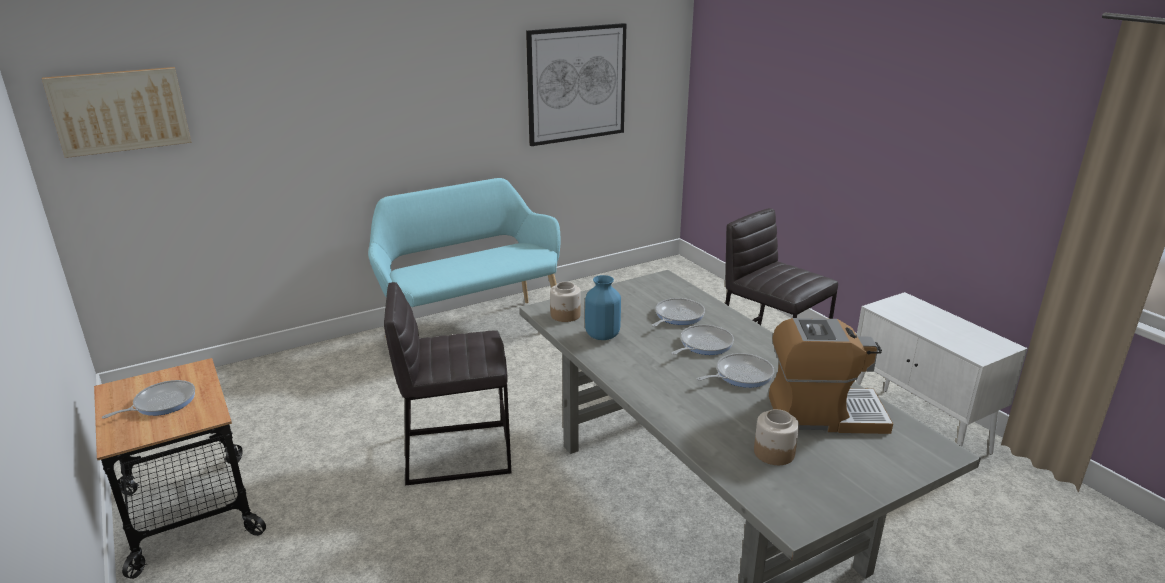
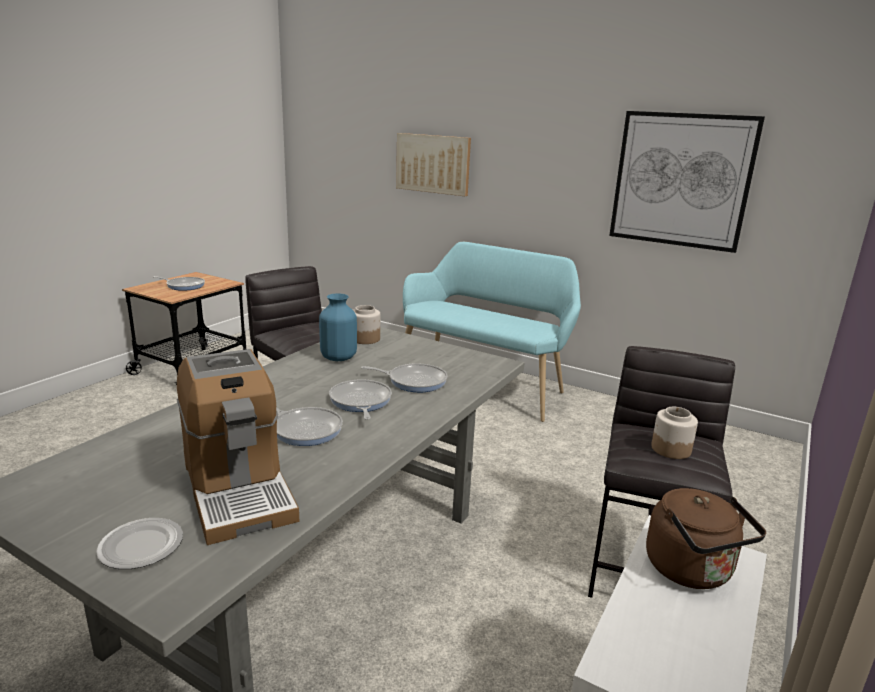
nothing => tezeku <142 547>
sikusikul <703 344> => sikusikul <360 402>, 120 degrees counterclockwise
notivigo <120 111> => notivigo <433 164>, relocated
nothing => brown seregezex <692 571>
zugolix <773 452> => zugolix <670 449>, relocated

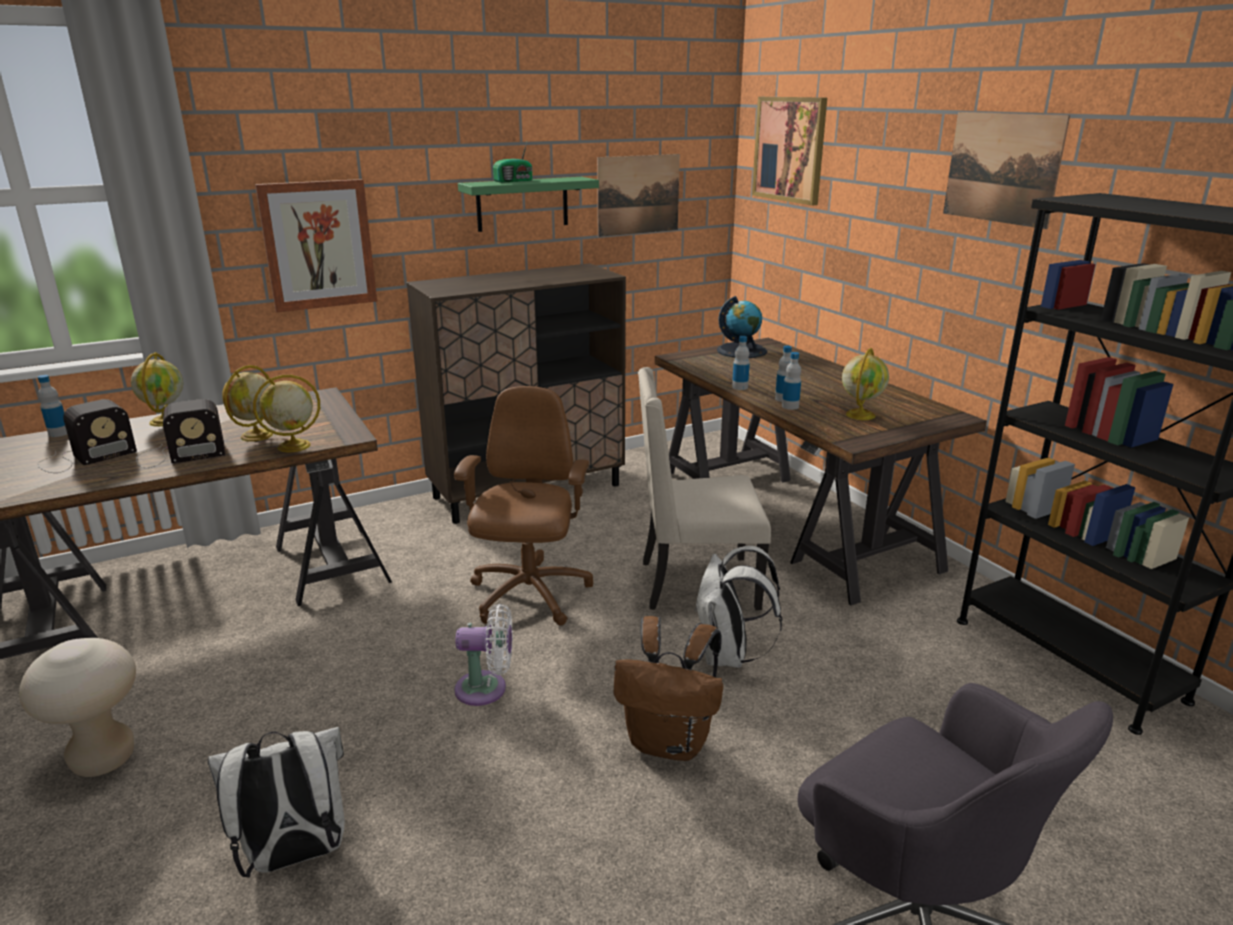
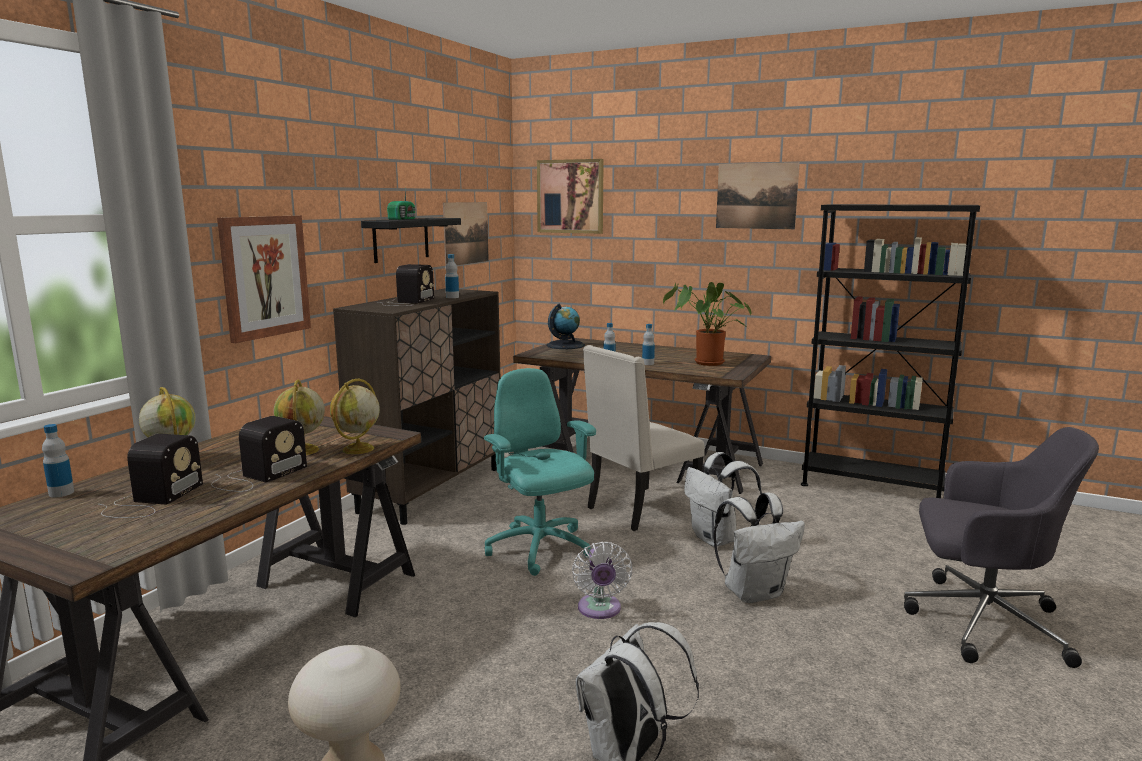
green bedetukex <522 204> => black bedetukex <401 239>
nothing => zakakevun <407 302>
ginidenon <790 406> => ginidenon <452 297>, relocated
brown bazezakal <529 596> => turquoise bazezakal <540 550>
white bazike <486 689> => white bazike <599 610>, 120 degrees clockwise
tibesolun <860 415> => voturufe <706 363>
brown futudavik <670 742> => white futudavik <754 592>

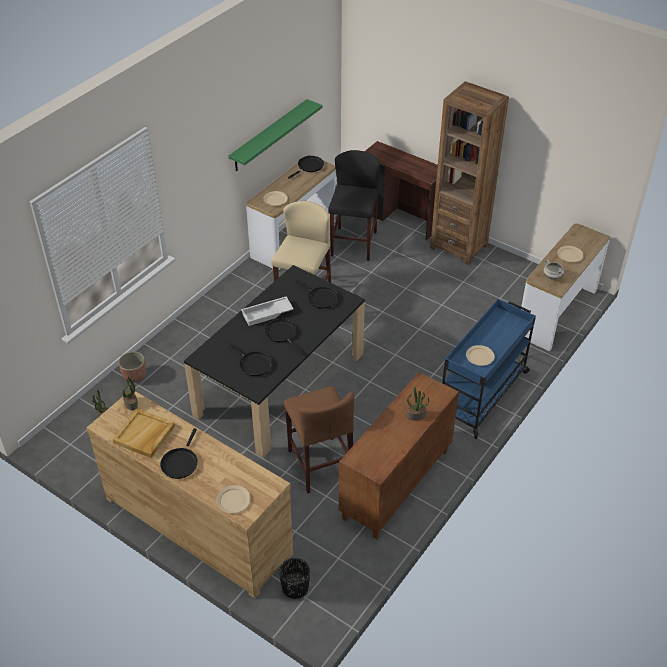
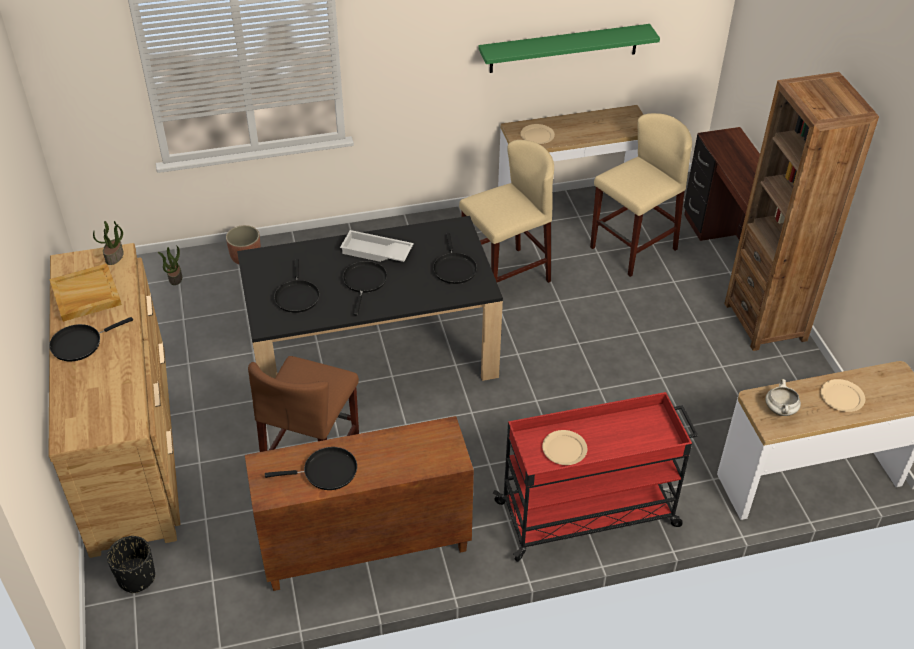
black sikusikul <309 166> => black sikusikul <326 472>, relocated
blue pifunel <482 393> => red pifunel <589 514>
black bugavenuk <353 244> => beige bugavenuk <633 248>
beige tezeku <233 500> => nothing
voturufe <416 415> => nothing

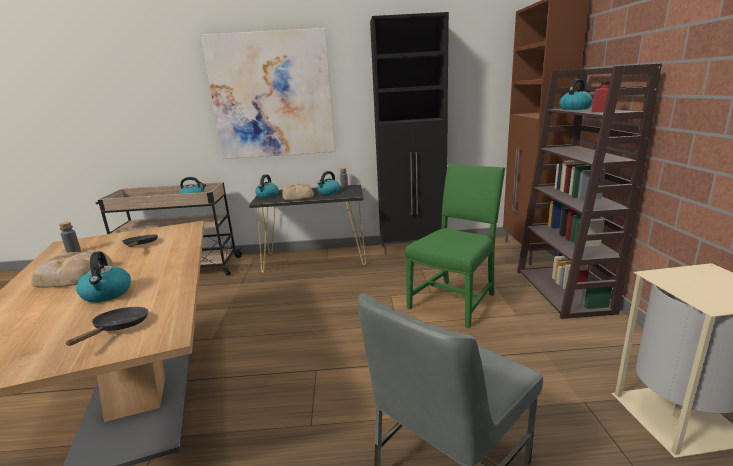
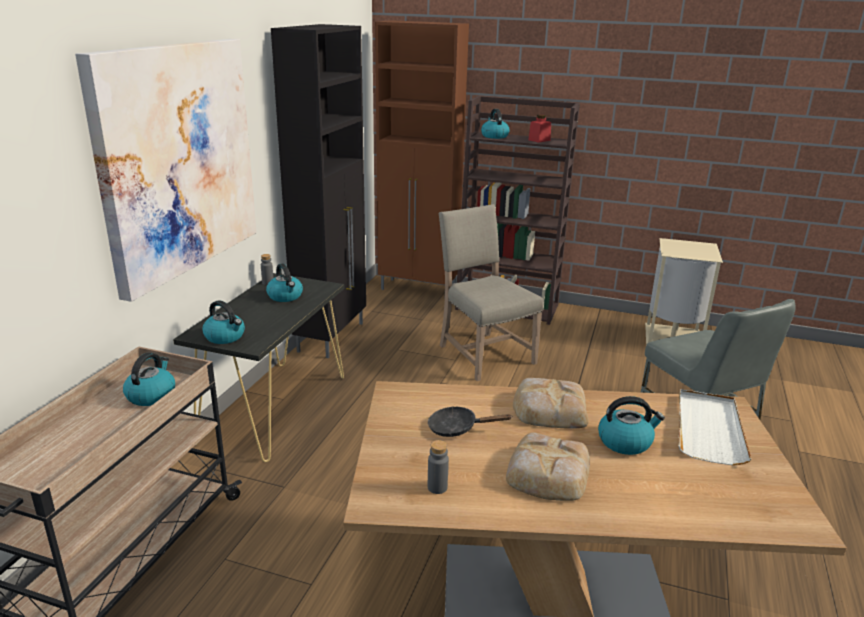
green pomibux <455 300> => beige pomibux <483 354>
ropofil <298 195> => ropofil <549 409>, relocated
black sikusikul <118 328> => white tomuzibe <708 429>

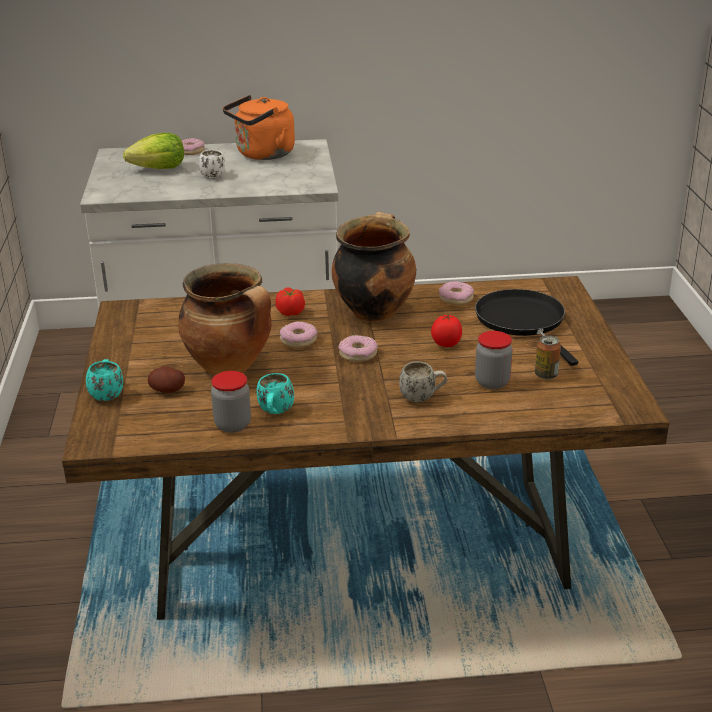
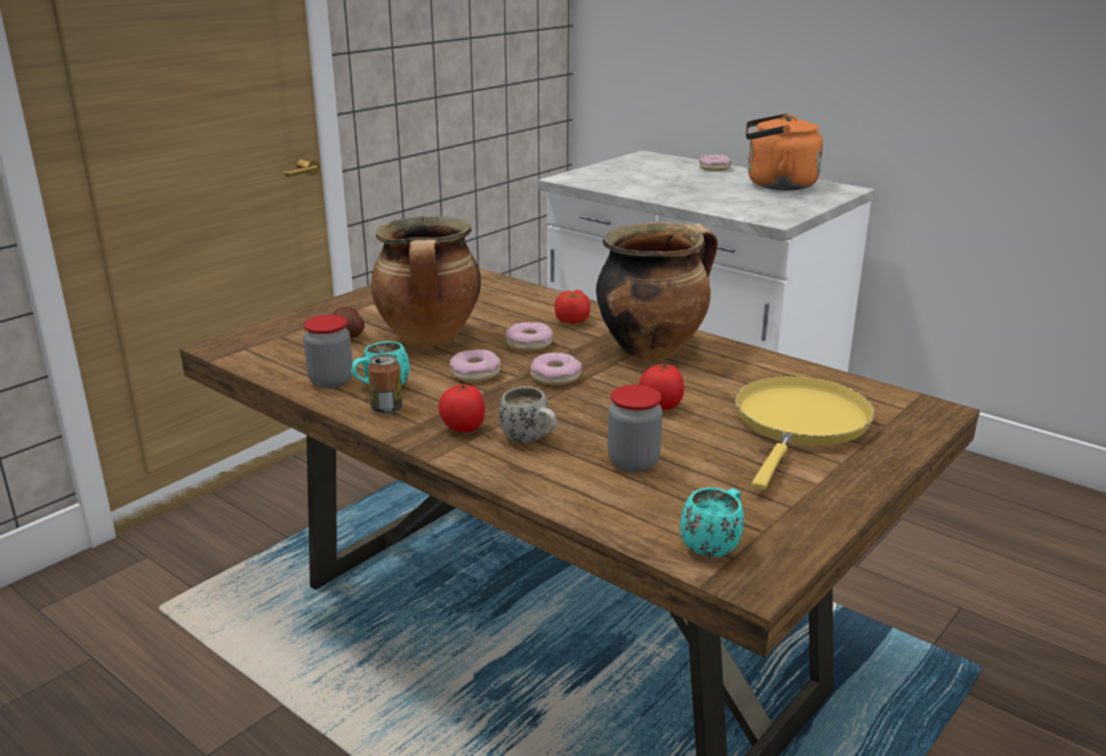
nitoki <546 375> => nitoki <387 409>, relocated
nothing => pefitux <463 429>
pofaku <456 298> => pofaku <475 373>, relocated
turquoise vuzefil <107 393> => turquoise vuzefil <714 544>, relocated
black sikusikul <523 322> => yellow sikusikul <799 424>
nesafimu <159 169> => nothing
white vuzefil <214 174> => nothing

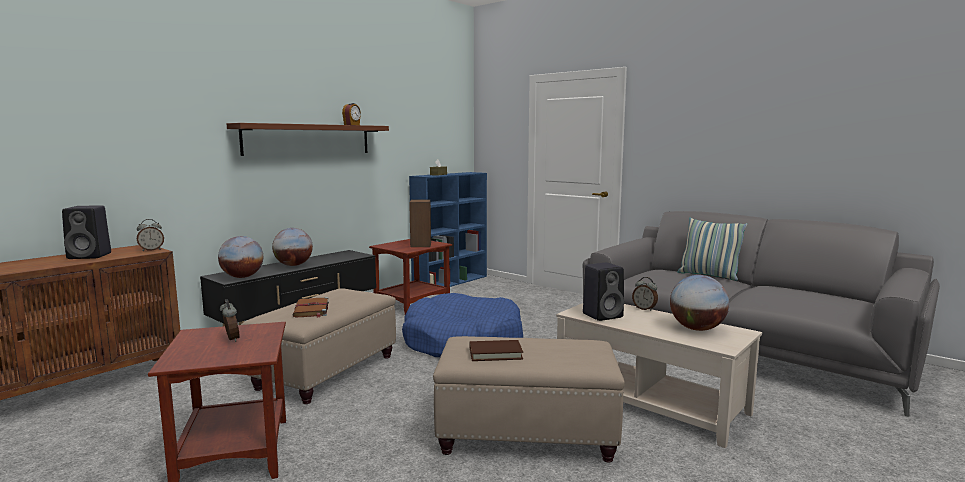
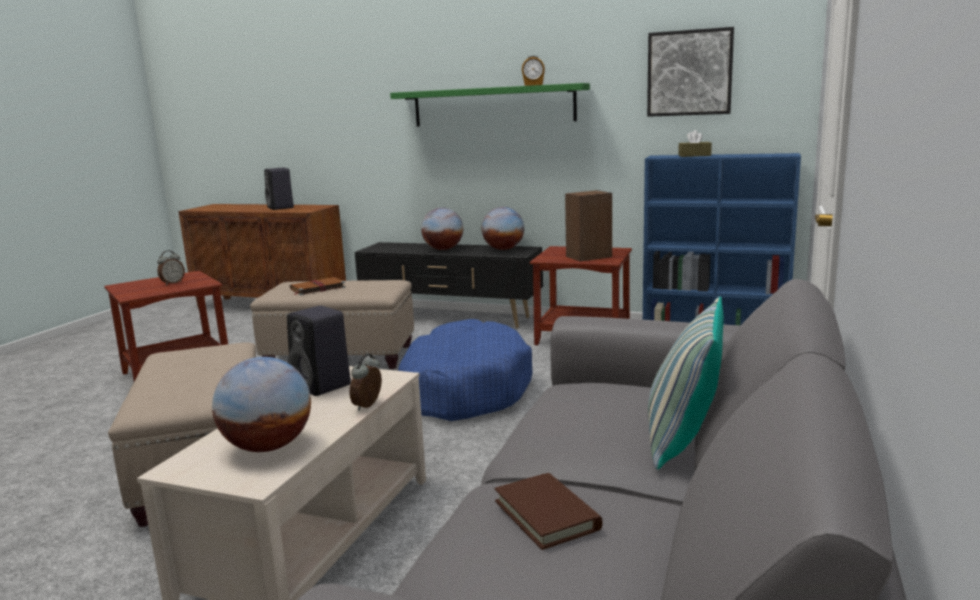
brown bedetukex <308 139> => green bedetukex <493 106>
tibesolun <242 277> => tibesolun <503 249>, relocated
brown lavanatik <495 353> => brown lavanatik <546 515>, relocated
nothing => notivigo <689 73>
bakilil <151 250> => nothing

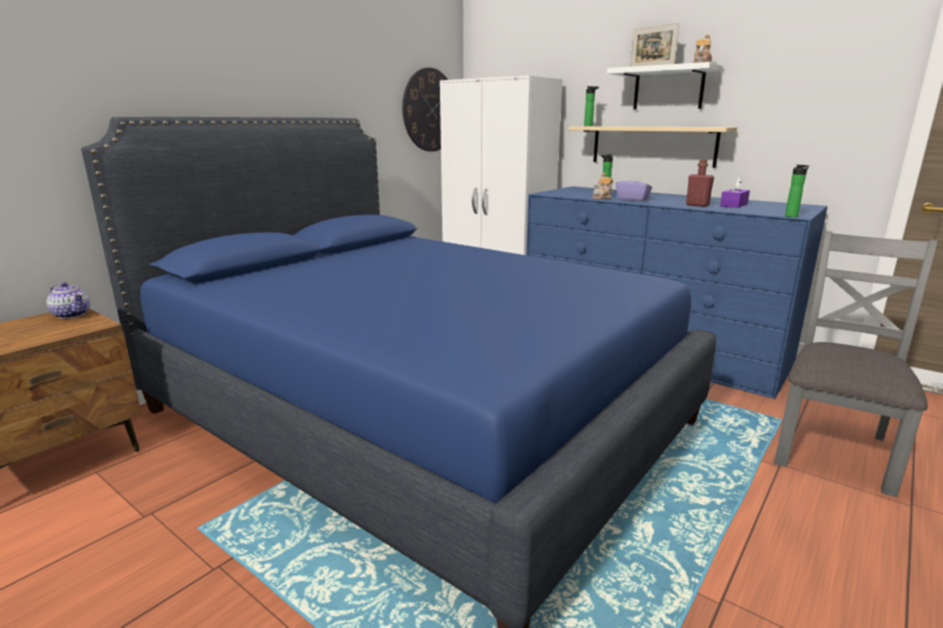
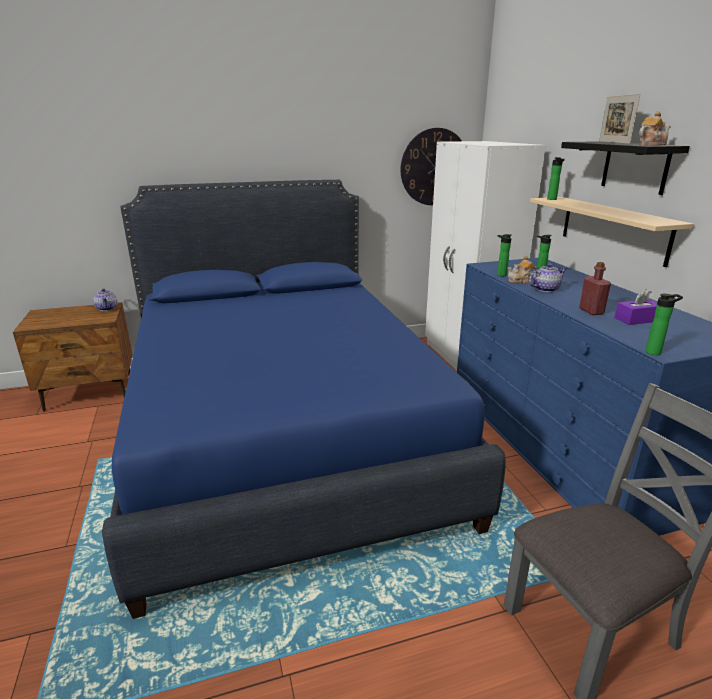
nothing => ginidenon <500 275>
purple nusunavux <632 199> => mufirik <545 289>
white bedetukex <668 88> => black bedetukex <635 167>

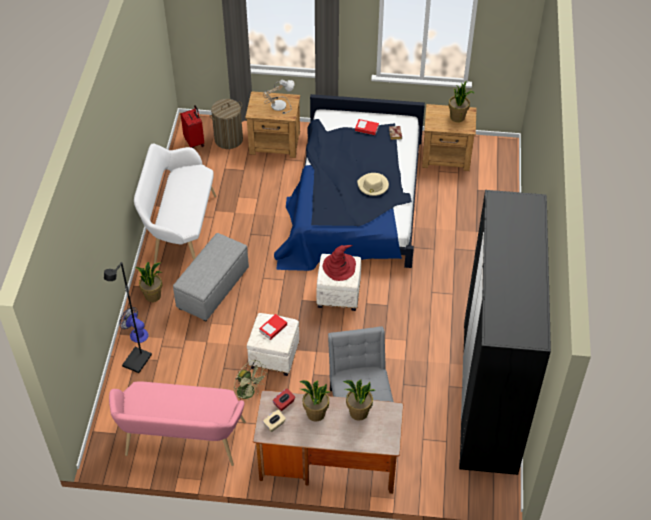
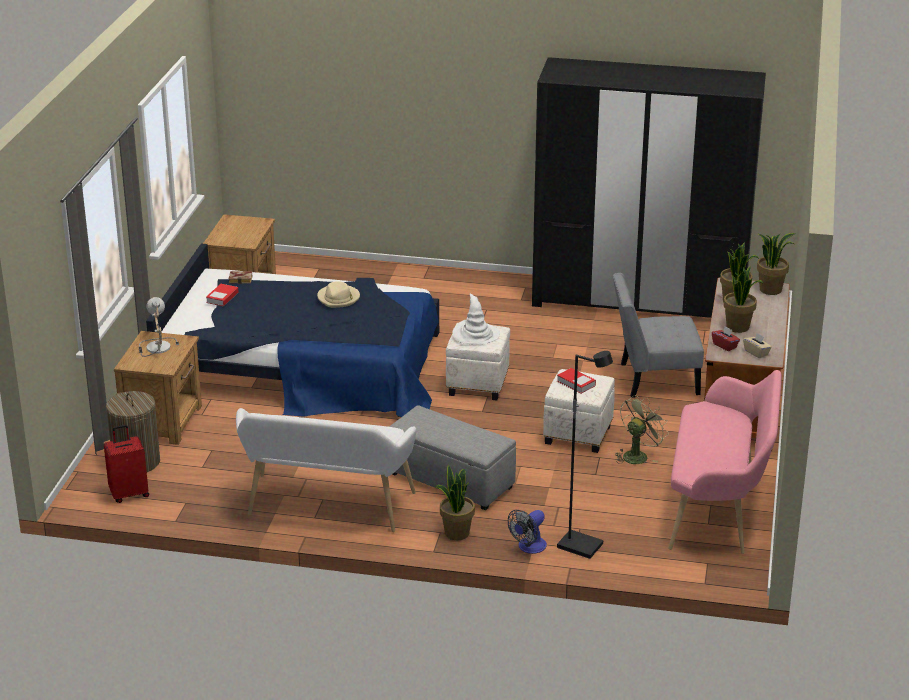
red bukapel <339 267> => white bukapel <475 334>
voturufe <457 117> => voturufe <770 289>, relocated

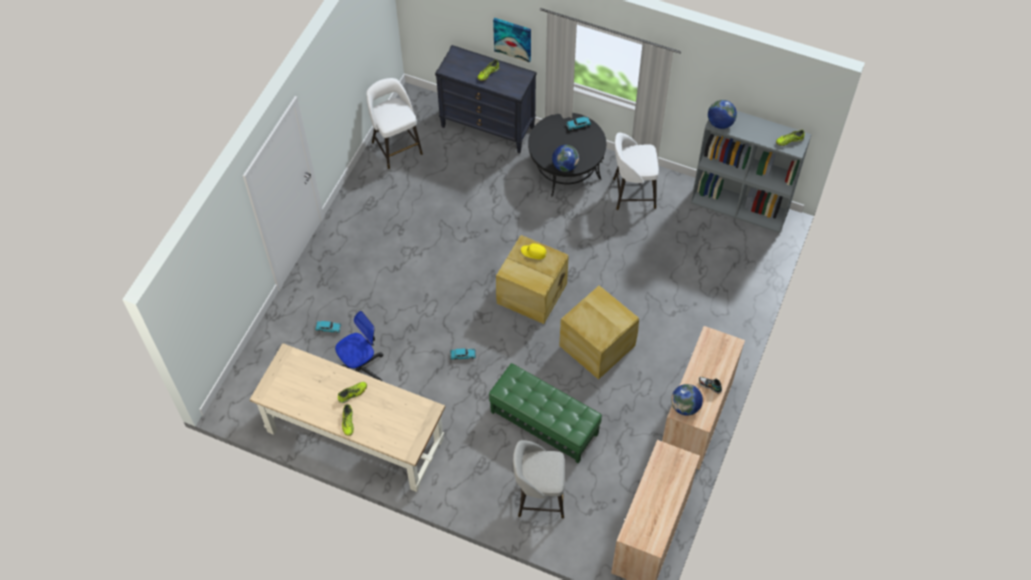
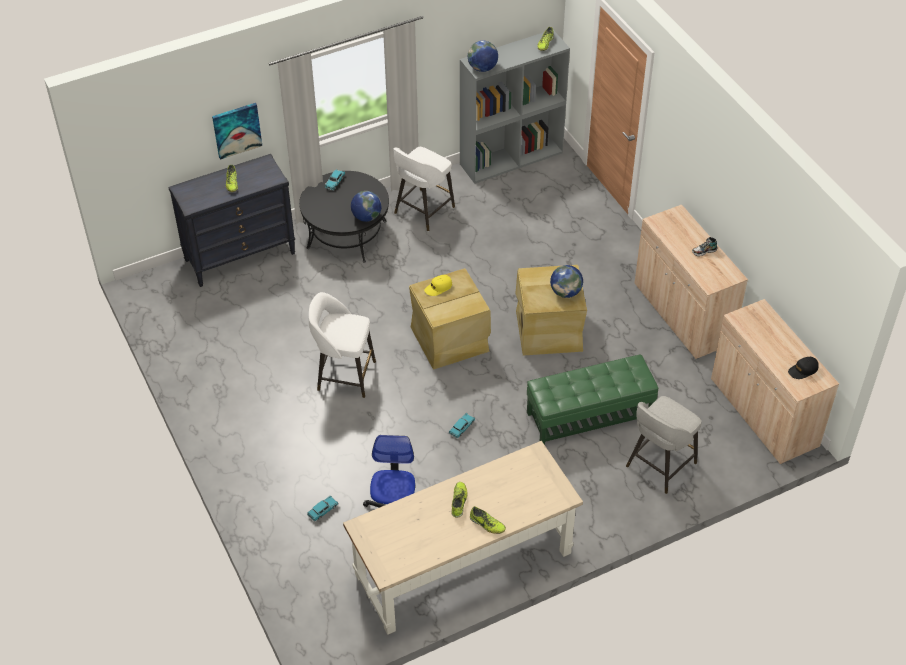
white bugavenuk <396 147> => white bugavenuk <344 375>, relocated
tibesolun <685 406> => tibesolun <566 292>, relocated
nothing => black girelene <803 370>

